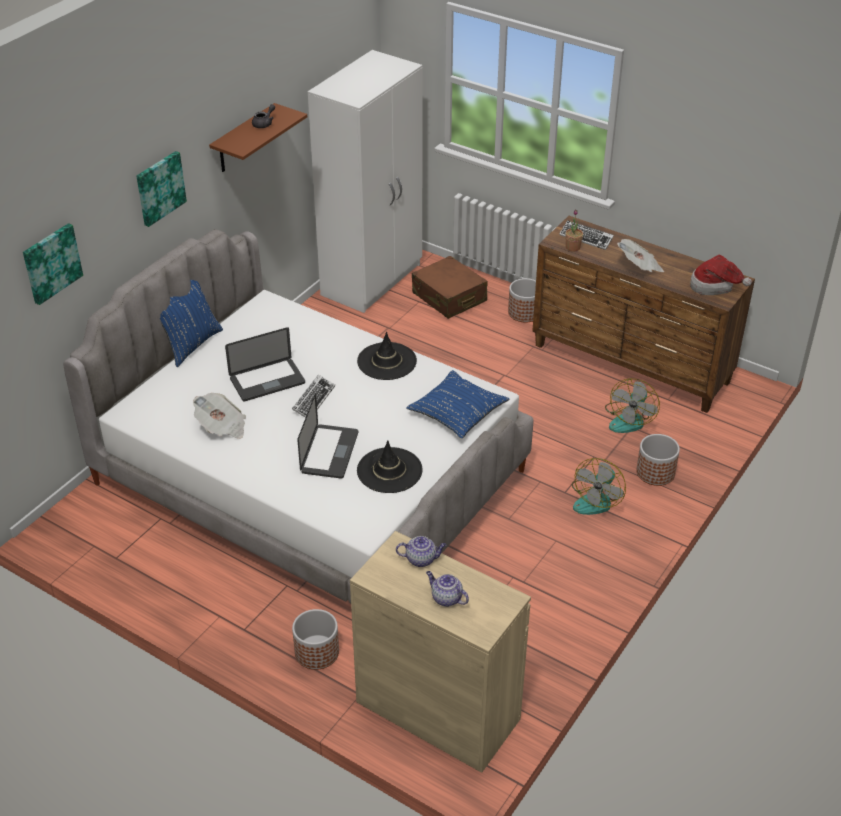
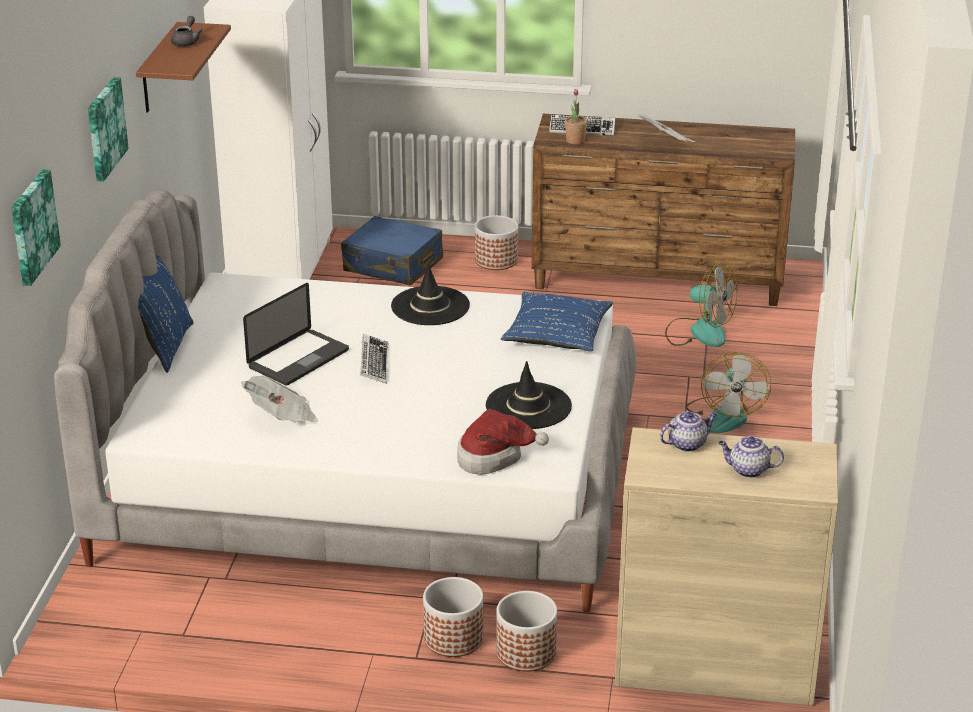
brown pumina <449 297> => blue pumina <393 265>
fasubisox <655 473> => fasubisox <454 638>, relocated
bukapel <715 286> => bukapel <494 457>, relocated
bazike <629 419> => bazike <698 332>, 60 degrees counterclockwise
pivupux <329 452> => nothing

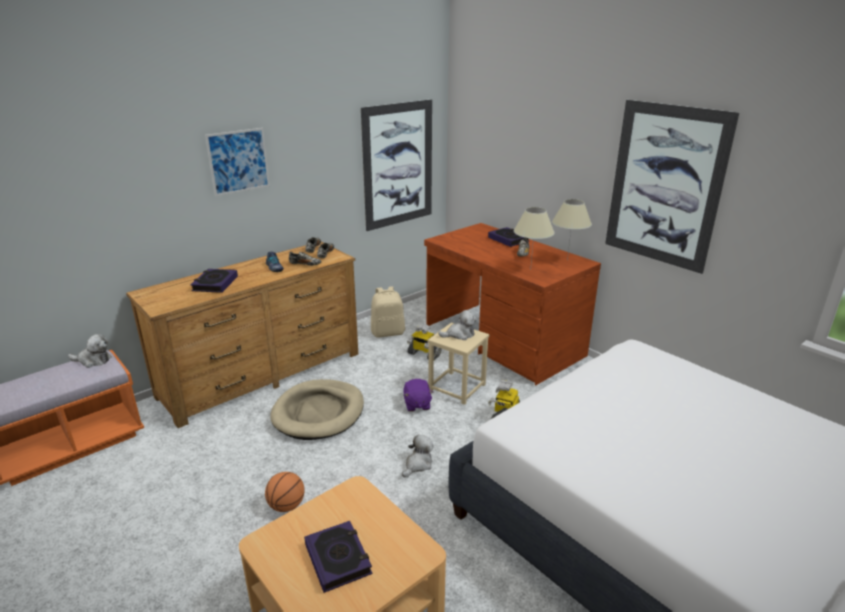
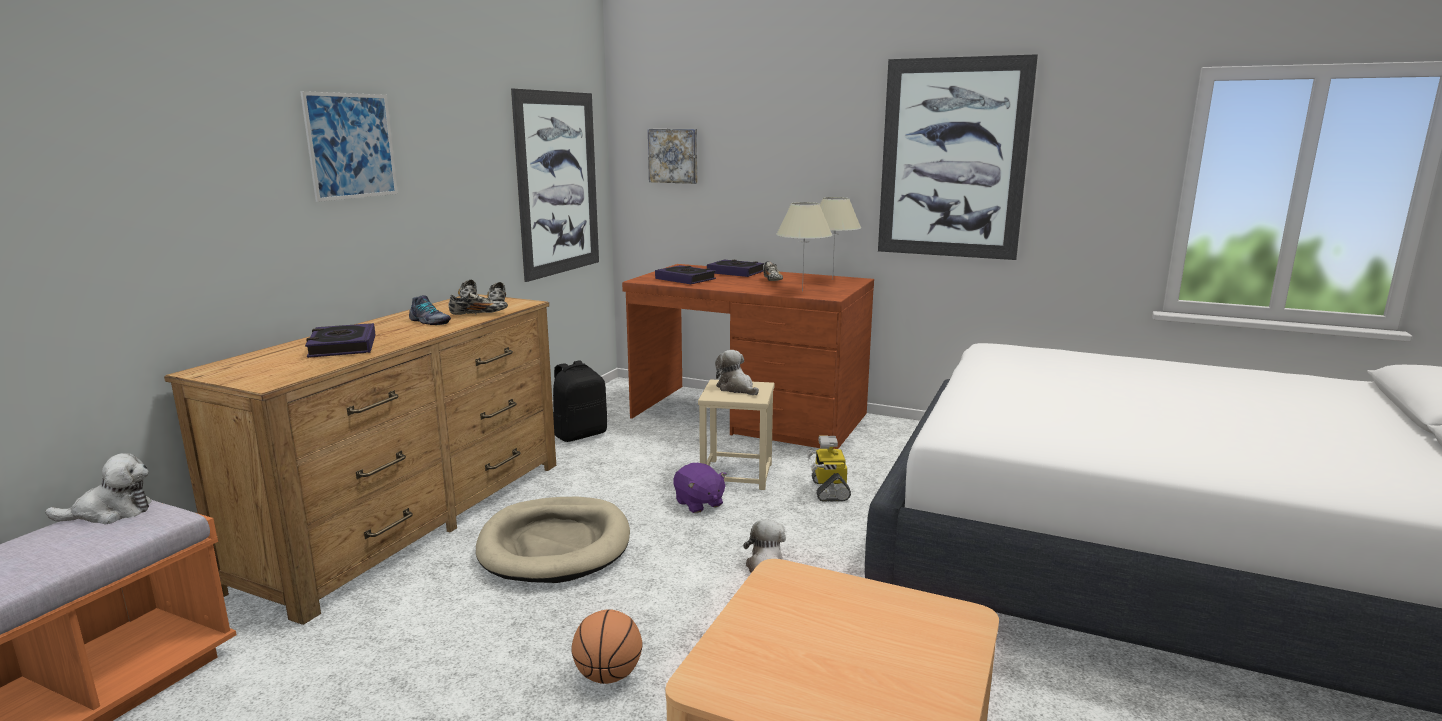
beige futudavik <388 332> => black futudavik <580 434>
nothing => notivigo <673 155>
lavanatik <338 559> => lavanatik <685 279>, relocated
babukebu <459 334> => babukebu <736 388>, 90 degrees counterclockwise
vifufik <423 354> => nothing

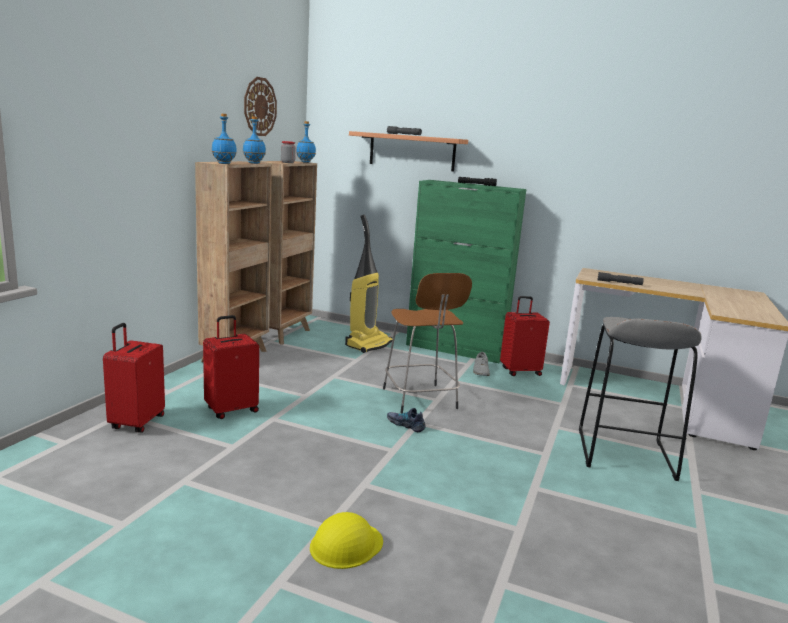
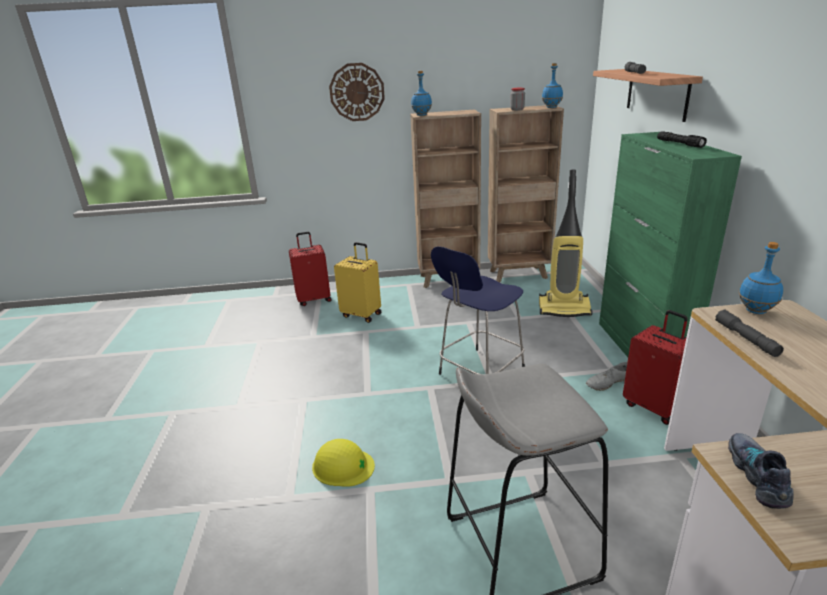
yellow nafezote <346 545> => yellow nafezote <342 466>, relocated
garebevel <260 107> => garebevel <357 92>, relocated
red pumina <231 410> => yellow pumina <362 314>
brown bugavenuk <420 400> => blue bugavenuk <479 373>
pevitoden <406 424> => pevitoden <758 475>, relocated
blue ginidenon <253 163> => blue ginidenon <755 310>, relocated

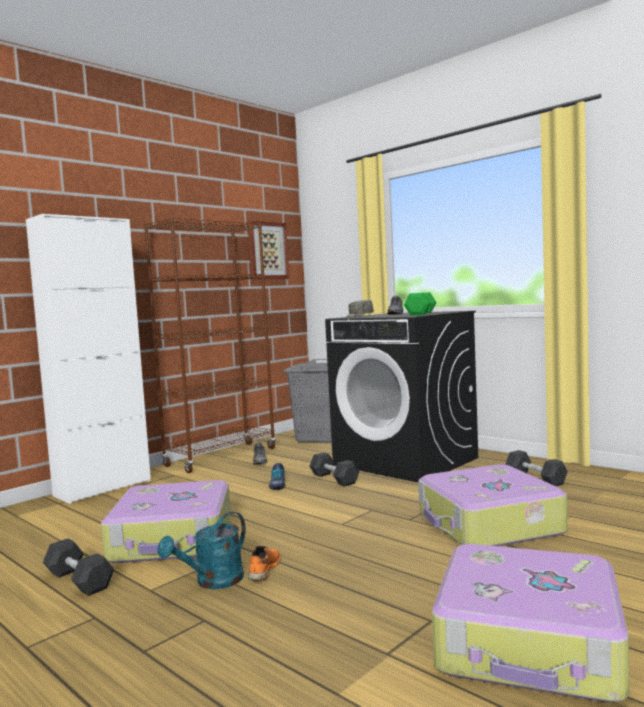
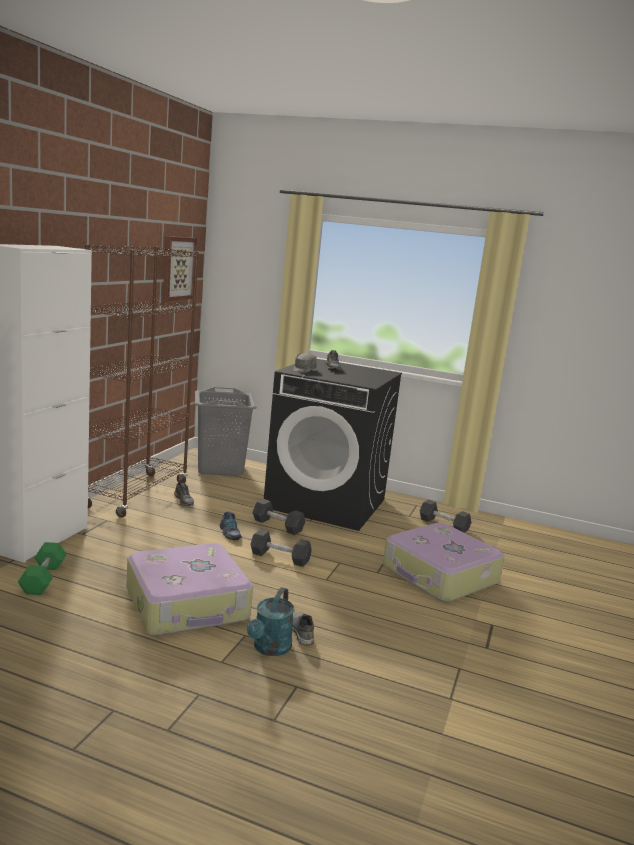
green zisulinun <421 314> => green zisulinun <43 579>, relocated
grey zisulinun <79 581> => grey zisulinun <280 557>, relocated
orange pevitoden <263 570> => grey pevitoden <301 633>
pumina <530 644> => nothing

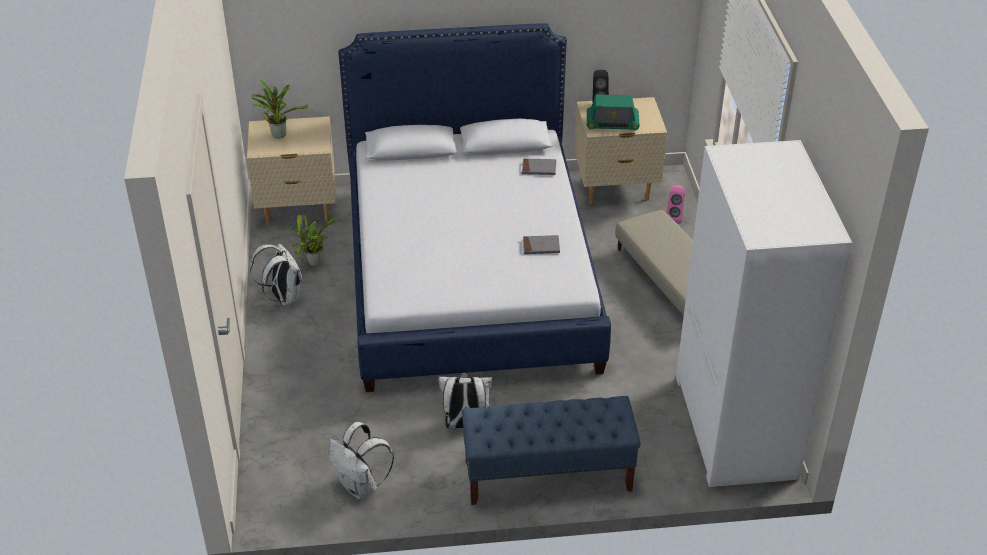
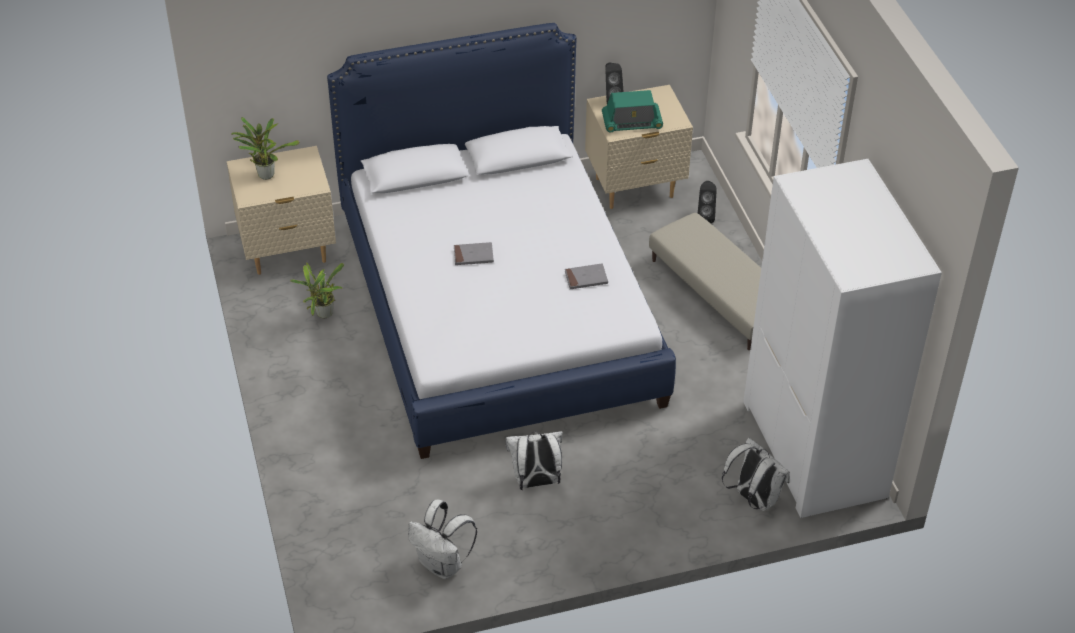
grey lavanatik <539 168> => grey lavanatik <473 255>, relocated
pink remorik <674 218> => black remorik <705 216>
white futudavik <283 297> => white futudavik <753 498>, relocated
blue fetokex <547 475> => nothing

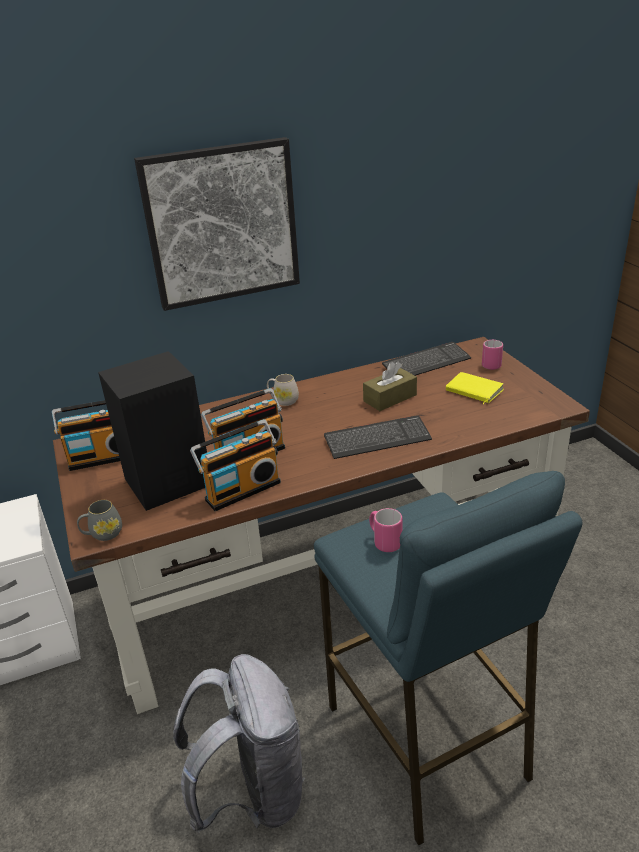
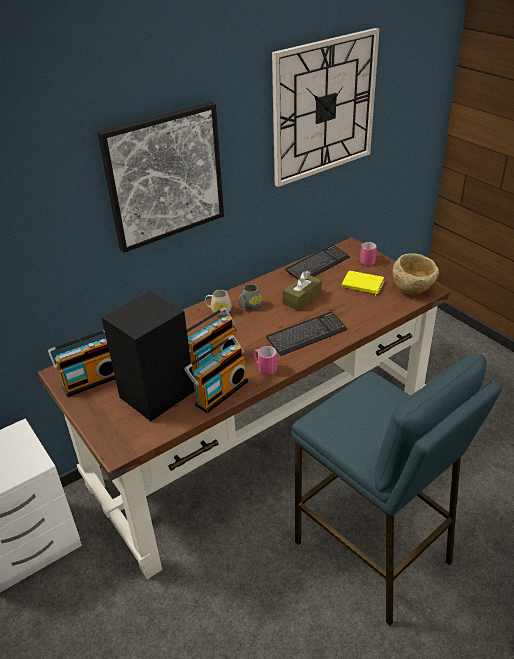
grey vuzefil <103 534> => grey vuzefil <249 306>, relocated
pink vuzefil <384 541> => pink vuzefil <264 368>, relocated
nothing => garebevel <324 107>
nothing => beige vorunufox <413 289>
grey futudavik <252 792> => nothing

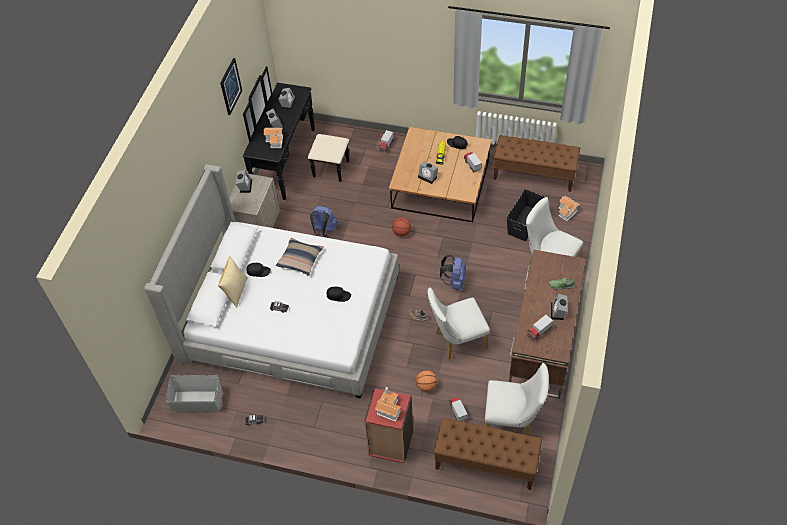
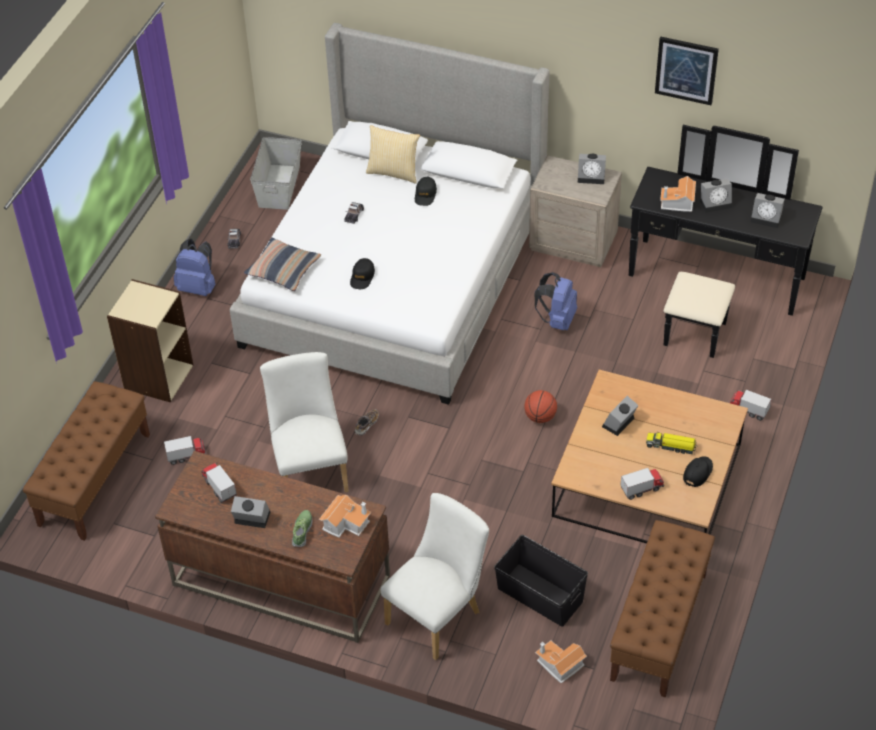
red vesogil <390 443> => beige vesogil <158 376>
blue futudavik <454 282> => blue futudavik <198 287>, relocated
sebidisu <300 259> => sebidisu <283 270>, relocated
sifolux <388 408> => sifolux <346 522>, relocated
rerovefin <426 386> => nothing
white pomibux <512 421> => nothing

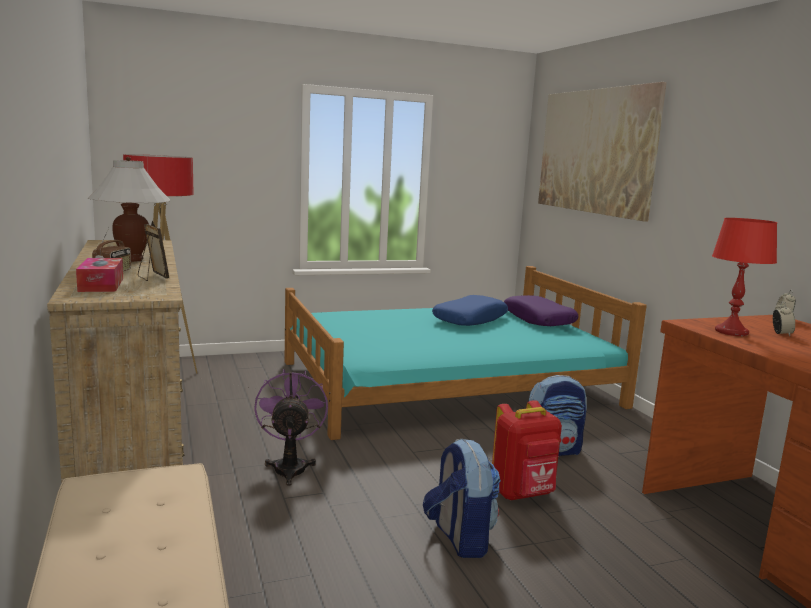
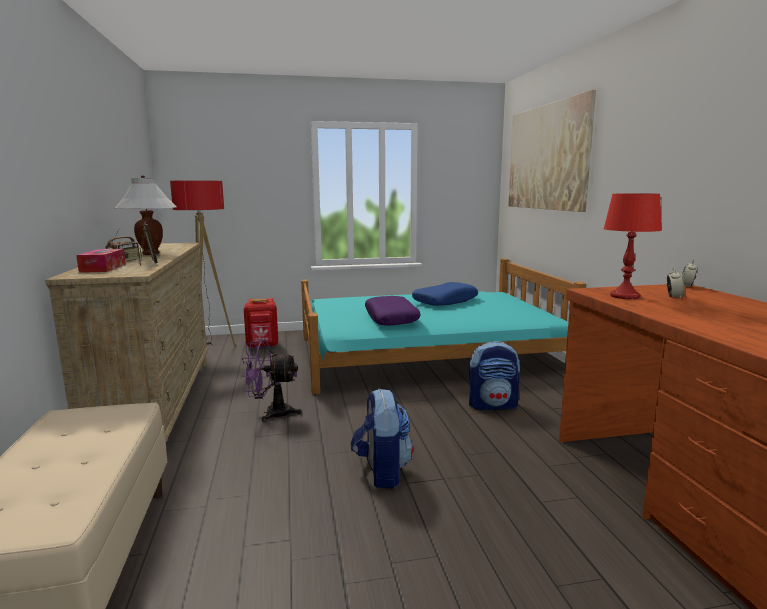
purple bazike <290 466> => purple bazike <271 413>, 90 degrees counterclockwise
red futudavik <523 494> => red futudavik <262 346>, relocated
purple sebidisu <539 319> => purple sebidisu <391 319>, relocated

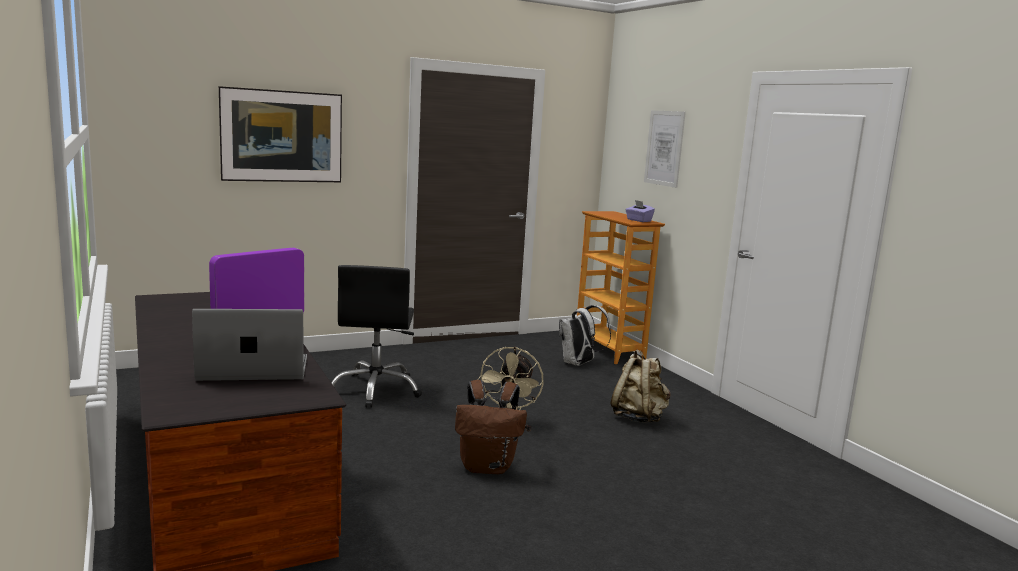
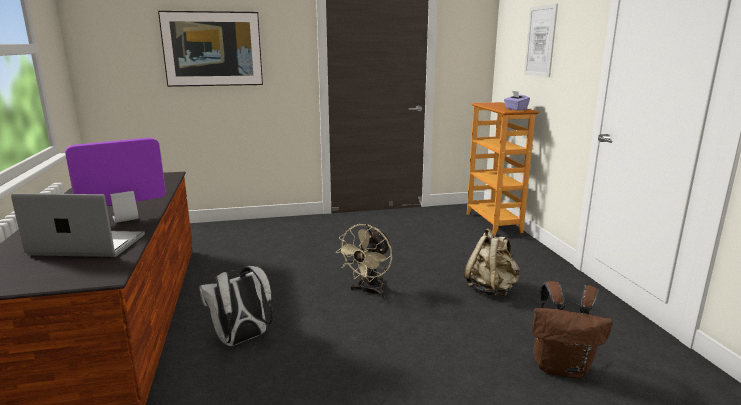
white futudavik <579 364> => white futudavik <242 339>, relocated
brown futudavik <488 467> => brown futudavik <561 367>, relocated
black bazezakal <376 389> => nothing

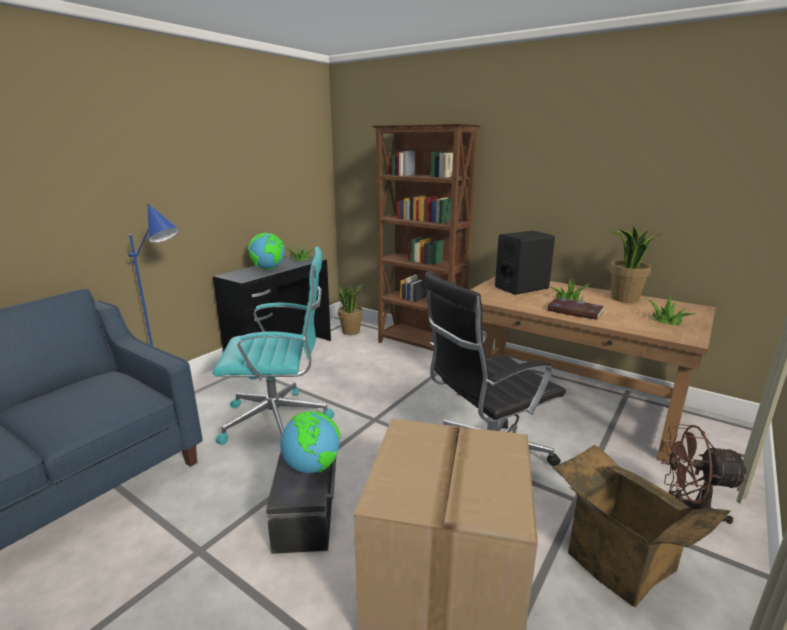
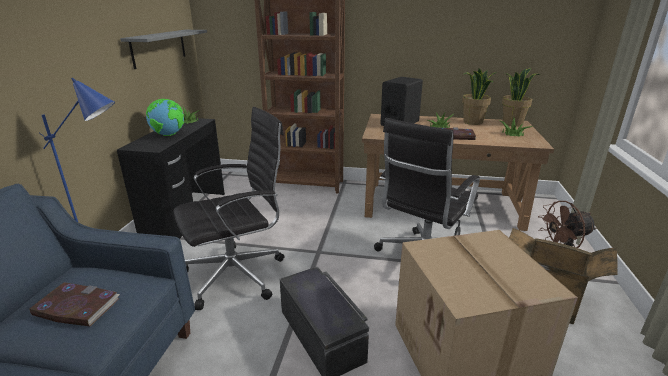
nothing => lavanatik <76 307>
nothing => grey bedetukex <159 48>
turquoise bazezakal <279 421> => black bazezakal <238 274>
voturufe <351 331> => voturufe <512 123>, relocated
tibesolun <312 467> => nothing

